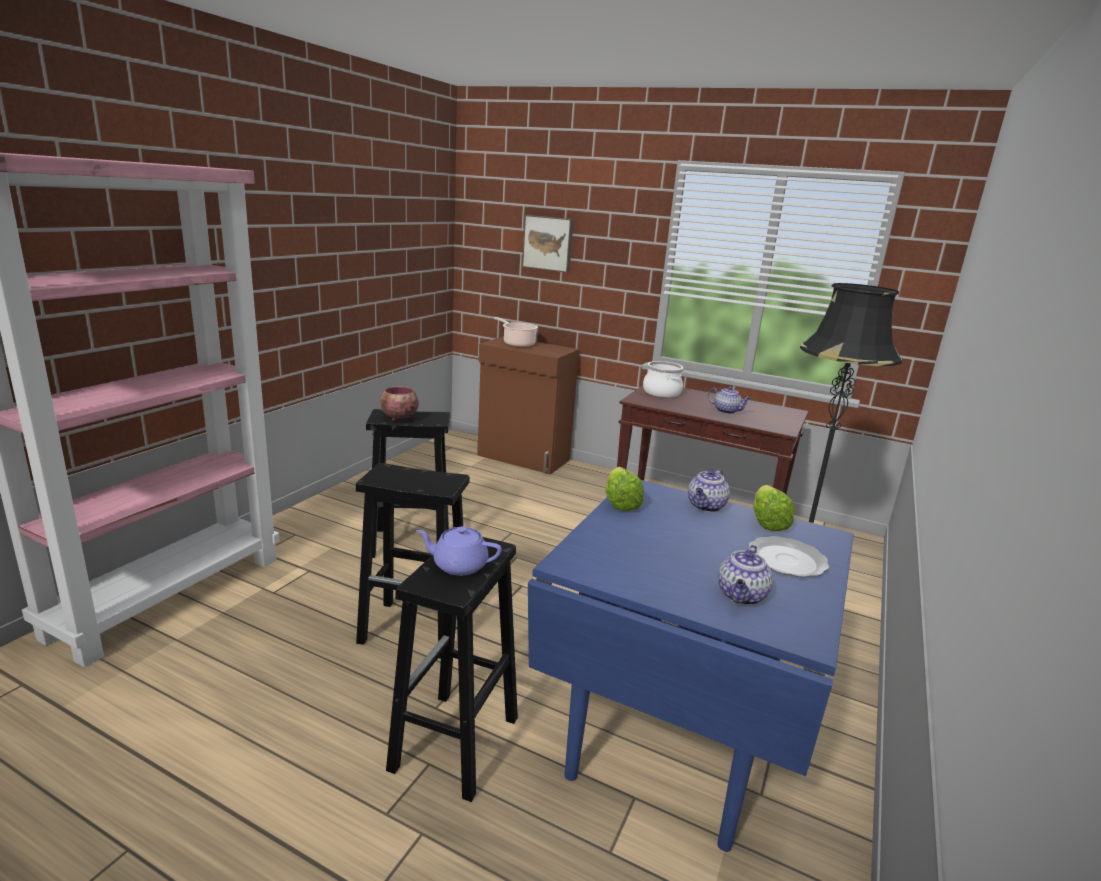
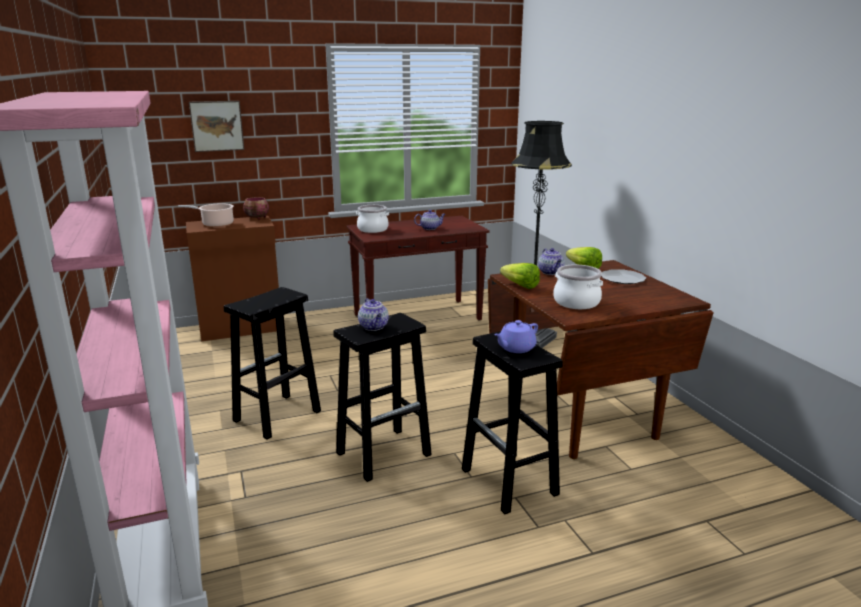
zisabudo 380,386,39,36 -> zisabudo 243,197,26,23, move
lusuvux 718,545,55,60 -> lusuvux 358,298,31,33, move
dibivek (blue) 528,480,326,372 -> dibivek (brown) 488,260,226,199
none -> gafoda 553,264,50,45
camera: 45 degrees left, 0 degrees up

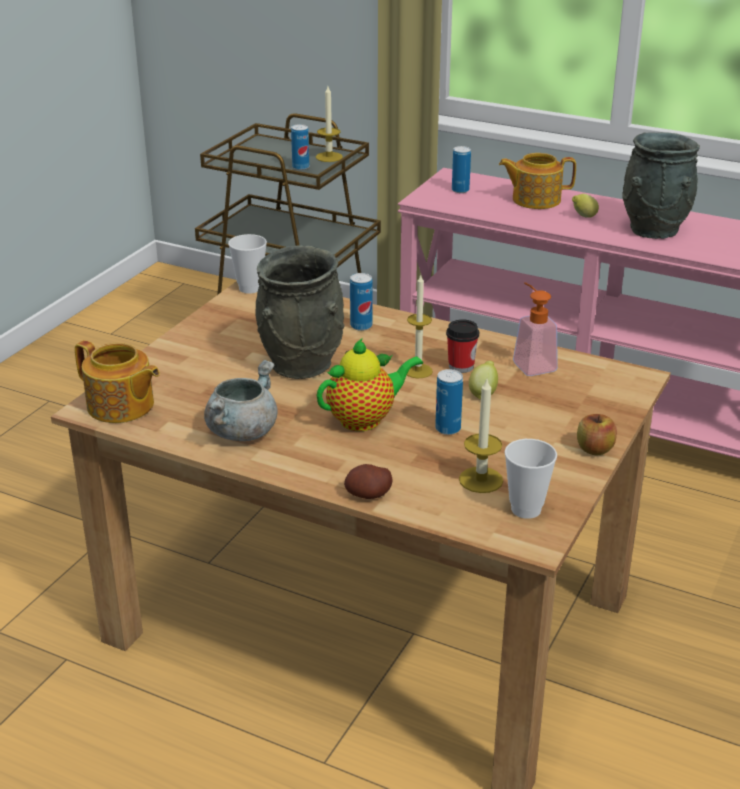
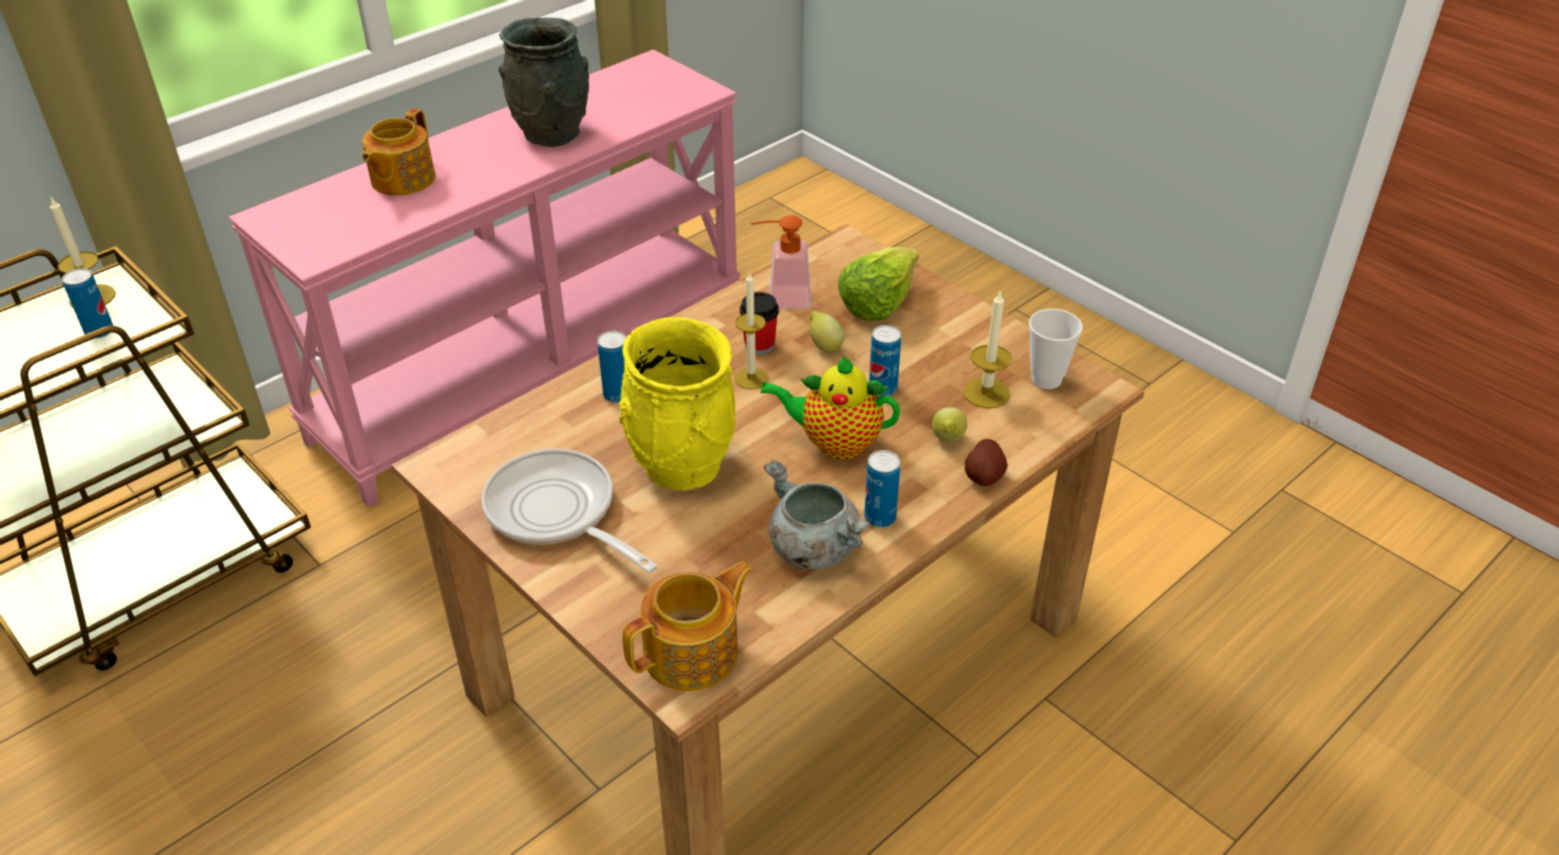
none -> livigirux 482,449,176,124
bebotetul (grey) 255,245,89,134 -> bebotetul (yellow) 619,317,117,174
lusuvux 317,338,106,93 -> lusuvux 761,355,139,104, 75 degrees counterclockwise
none -> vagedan 838,247,81,74
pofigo 452,146,19,47 -> pofigo 864,450,36,77, move
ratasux 572,194,27,24 -> ratasux 932,407,35,35, move
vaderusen 228,234,39,60 -> none
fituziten 577,414,40,41 -> none
camera: 70 degrees left, 10 degrees up

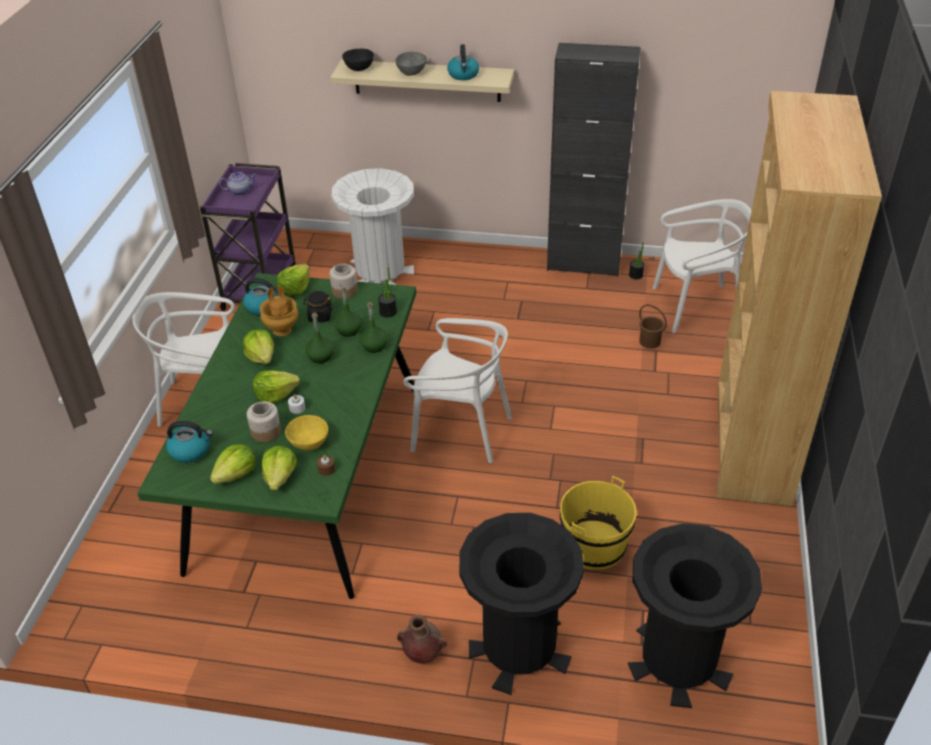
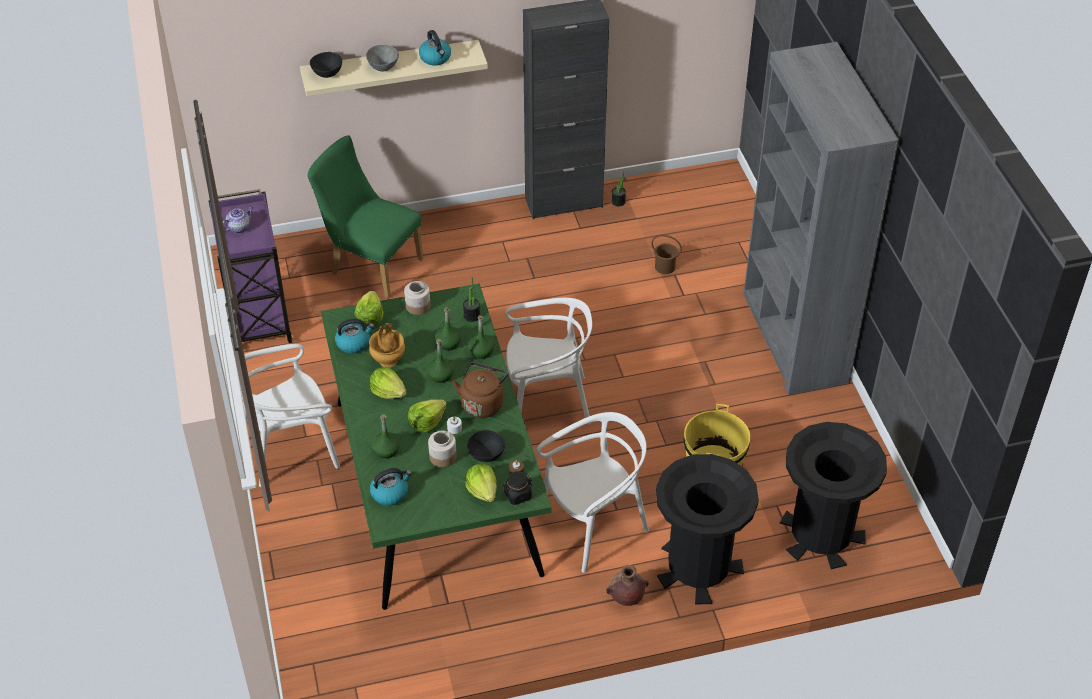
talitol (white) 332,168,82,117 -> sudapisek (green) 308,135,115,164
none -> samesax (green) 372,414,28,44
none -> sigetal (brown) 452,362,56,56
zisabudo (yellow) 285,415,43,35 -> zisabudo (black) 467,430,38,32
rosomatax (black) 303,291,30,31 -> rosomatax (black) 502,471,30,34, move
sudapisek (white) 653,199,99,134 -> sudapisek (white) 536,412,113,161, move
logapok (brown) 716,91,166,415 -> logapok (grey) 743,42,156,353
vagedan 210,444,46,40 -> none
camera: 25 degrees left, 5 degrees up

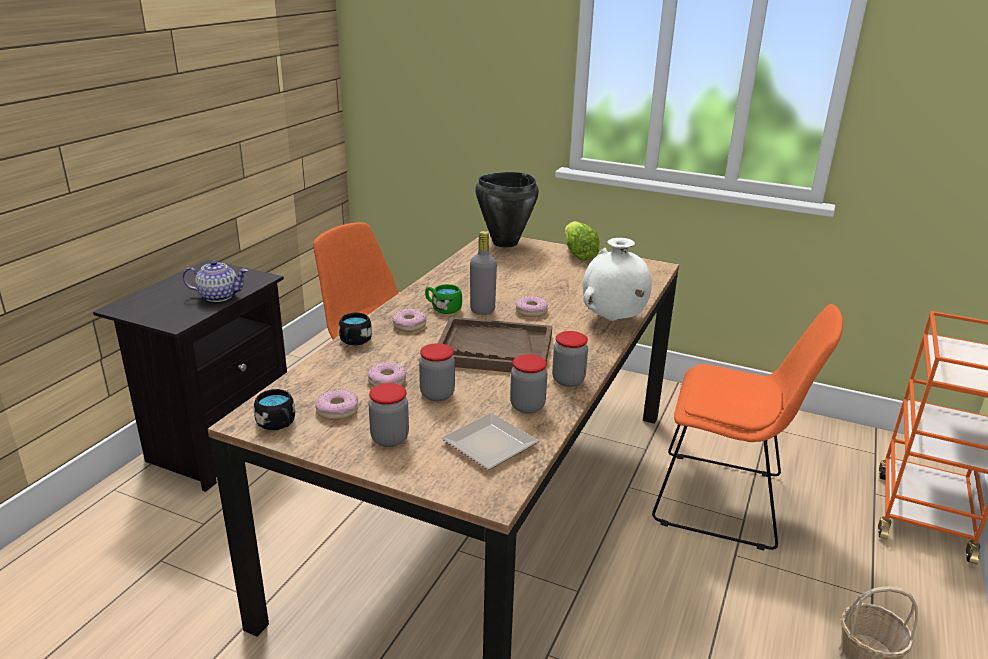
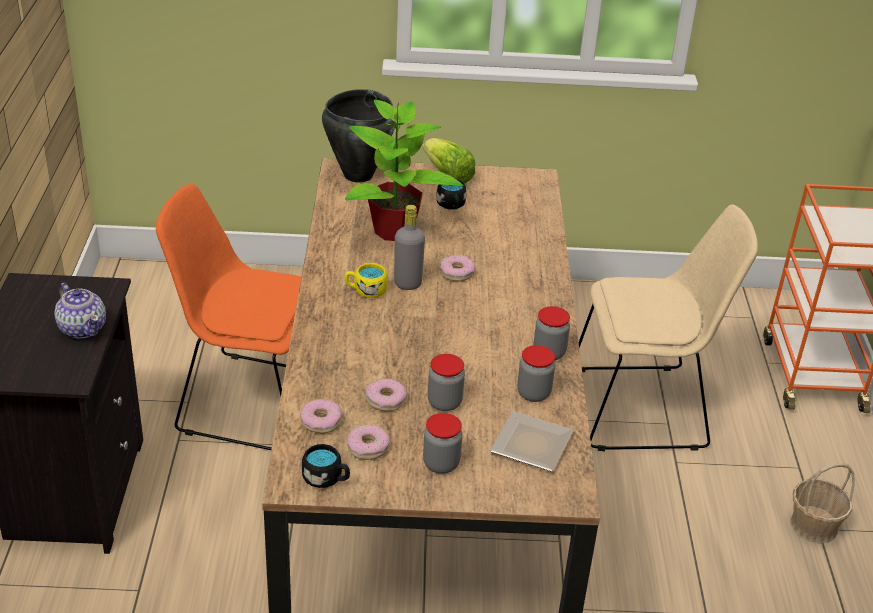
lusuvux 183,260,66,42 -> lusuvux 54,283,52,56, 75 degrees clockwise
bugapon 392,309,35,23 -> bugapon 300,399,42,34, move
none -> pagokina 345,100,119,141
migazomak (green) 425,284,37,30 -> migazomak (yellow) 345,263,43,35
migazomak (black) 339,313,33,32 -> migazomak (black) 437,179,29,31, move
sudapisek (orange) 652,304,191,246 -> sudapisek (beige) 579,205,179,246
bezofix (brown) 438,317,114,55 -> none
bebotetul (white) 583,238,69,83 -> none
camera: 25 degrees left, 10 degrees up

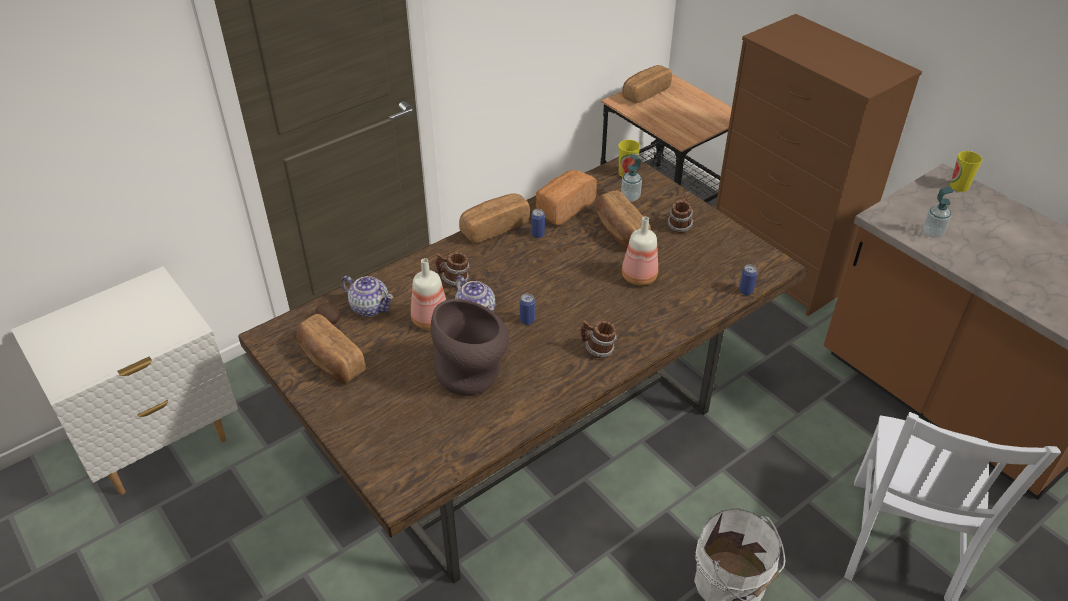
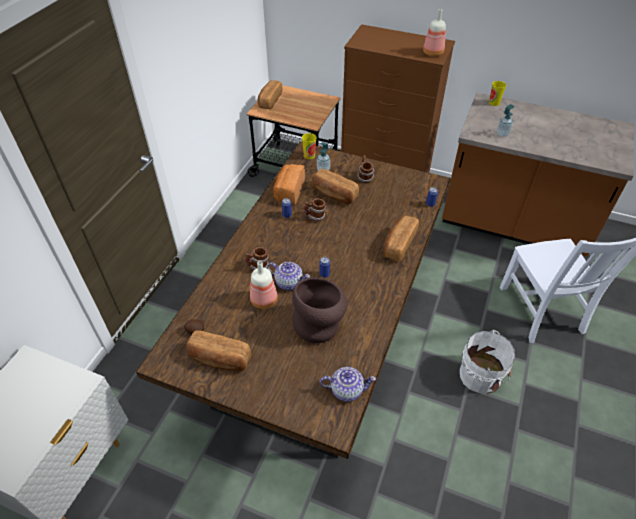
migazomak 581,320,36,39 -> migazomak 304,198,22,24, move
lusuvux 341,276,53,41 -> lusuvux 320,367,56,35, move
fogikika 459,194,71,49 -> fogikika 383,216,36,46, move
samesax 622,216,36,69 -> samesax 423,9,23,48, move
camera: 30 degrees left, 5 degrees up

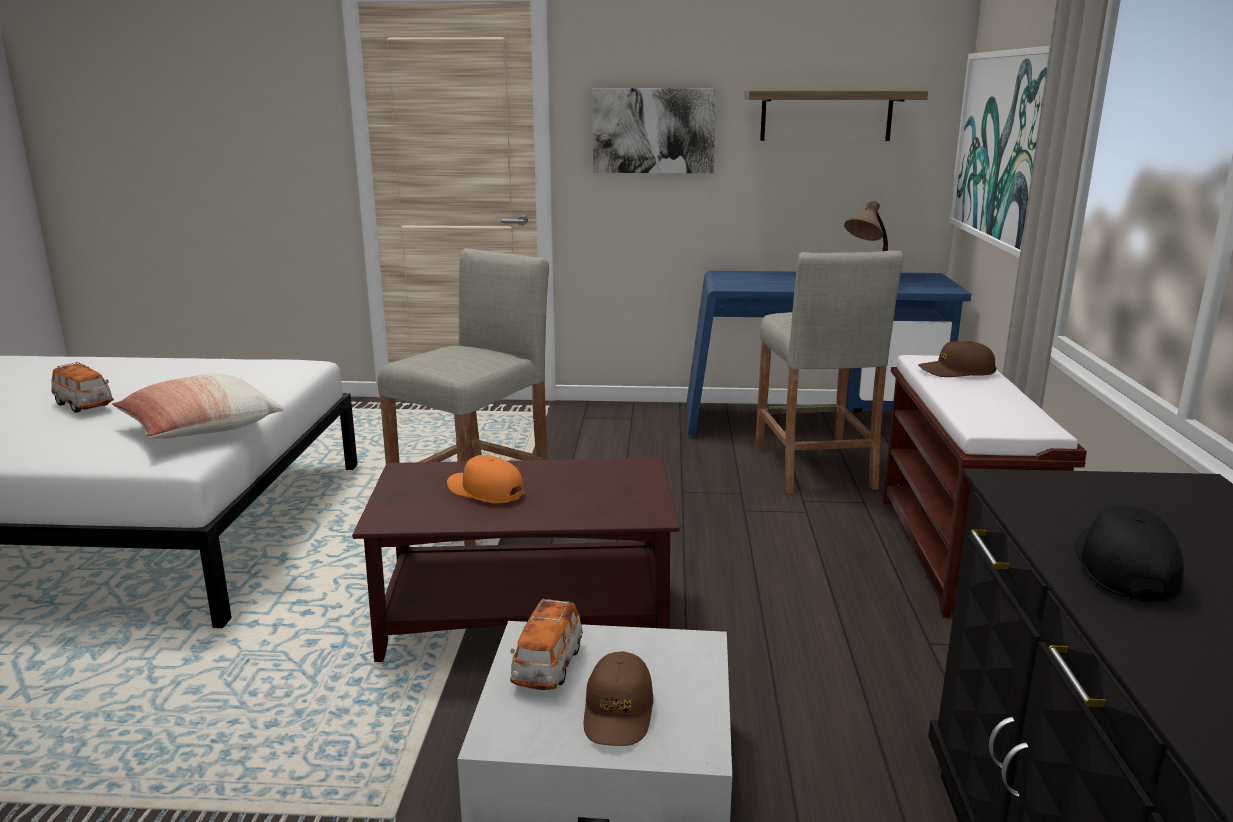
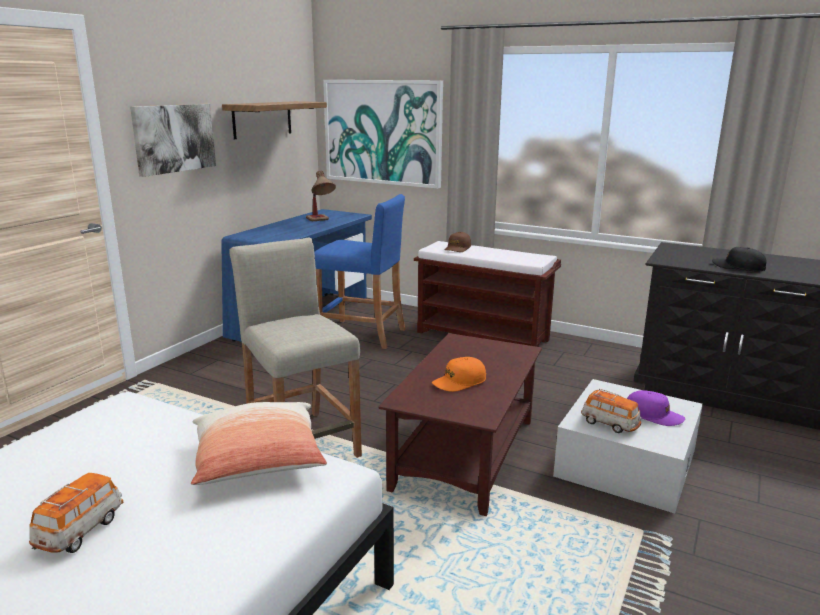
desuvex 51,362,62,51 -> desuvex 29,473,95,80, 45 degrees counterclockwise
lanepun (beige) 755,251,149,242 -> lanepun (blue) 314,194,92,155
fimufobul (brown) 584,651,69,95 -> fimufobul (purple) 627,390,58,36
camera: 65 degrees left, 0 degrees up

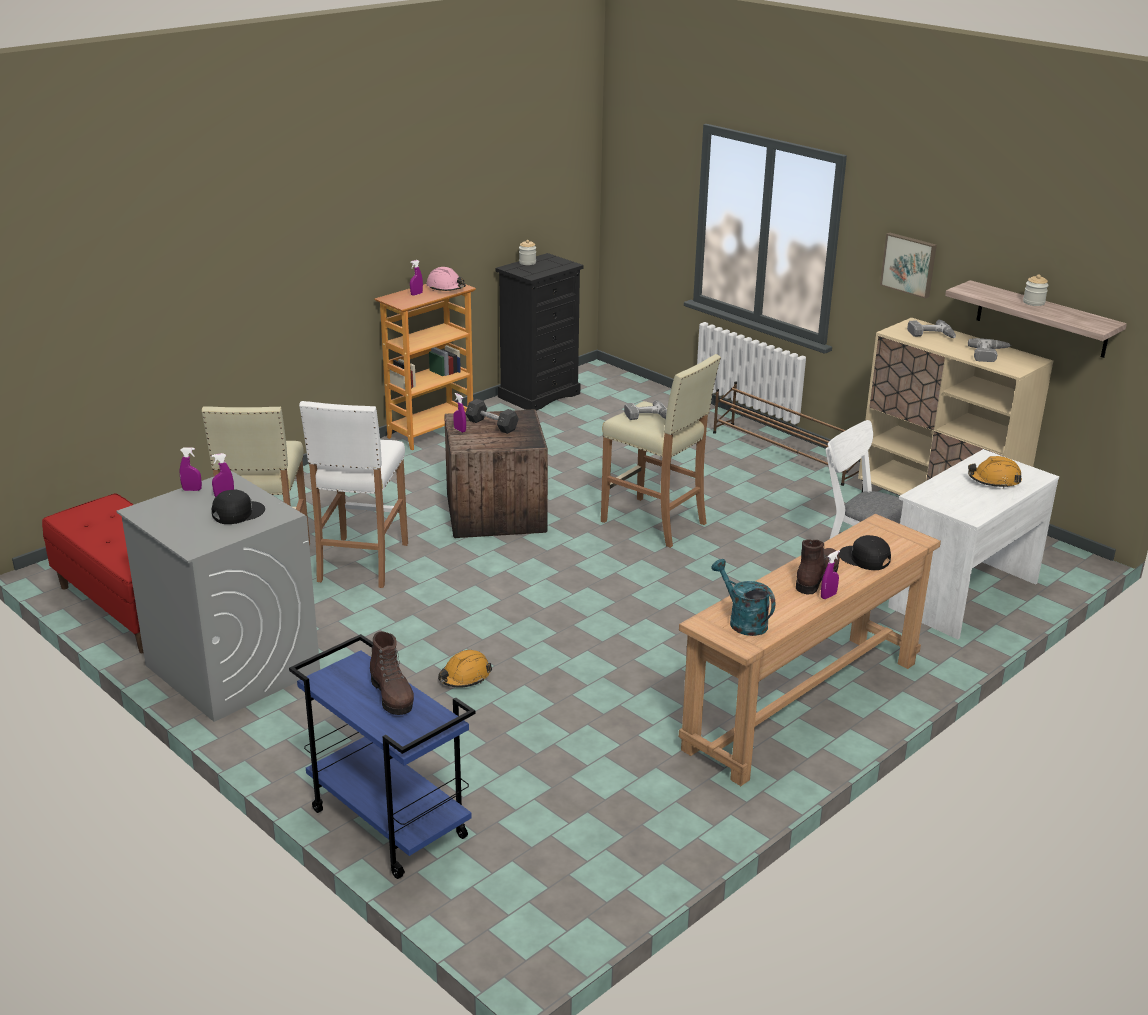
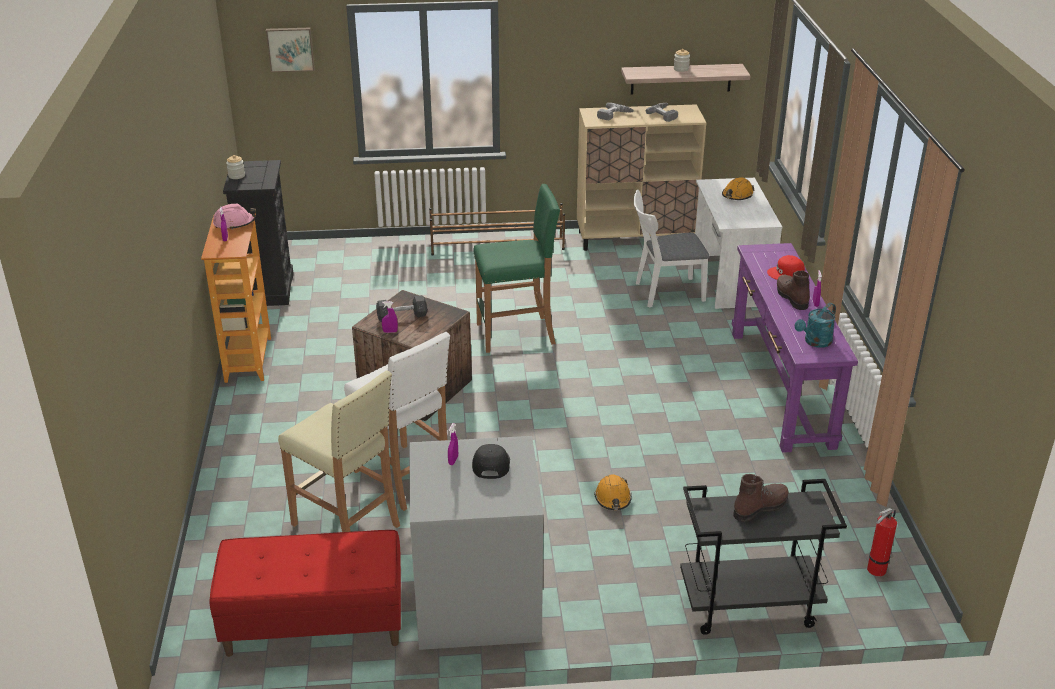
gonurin 880,233,57,66 -> gonurin 266,28,49,44, move
lanepun (beige) 601,354,120,194 -> lanepun (green) 473,184,87,169
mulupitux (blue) 289,634,186,245 -> mulupitux (black) 680,479,167,156
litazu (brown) 679,514,262,272 -> litazu (purple) 732,243,126,210
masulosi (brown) 370,631,44,84 -> masulosi (brown) 733,474,56,48, 45 degrees counterclockwise
fimufobul (black) 838,535,53,35 -> fimufobul (red) 767,255,38,25
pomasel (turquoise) 711,559,65,77 -> pomasel (turquoise) 795,303,41,45, 45 degrees counterclockwise
none -> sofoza 867,508,30,68
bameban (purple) 180,447,22,44 -> none
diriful 624,400,43,20 -> none
camera: 50 degrees left, 5 degrees up

